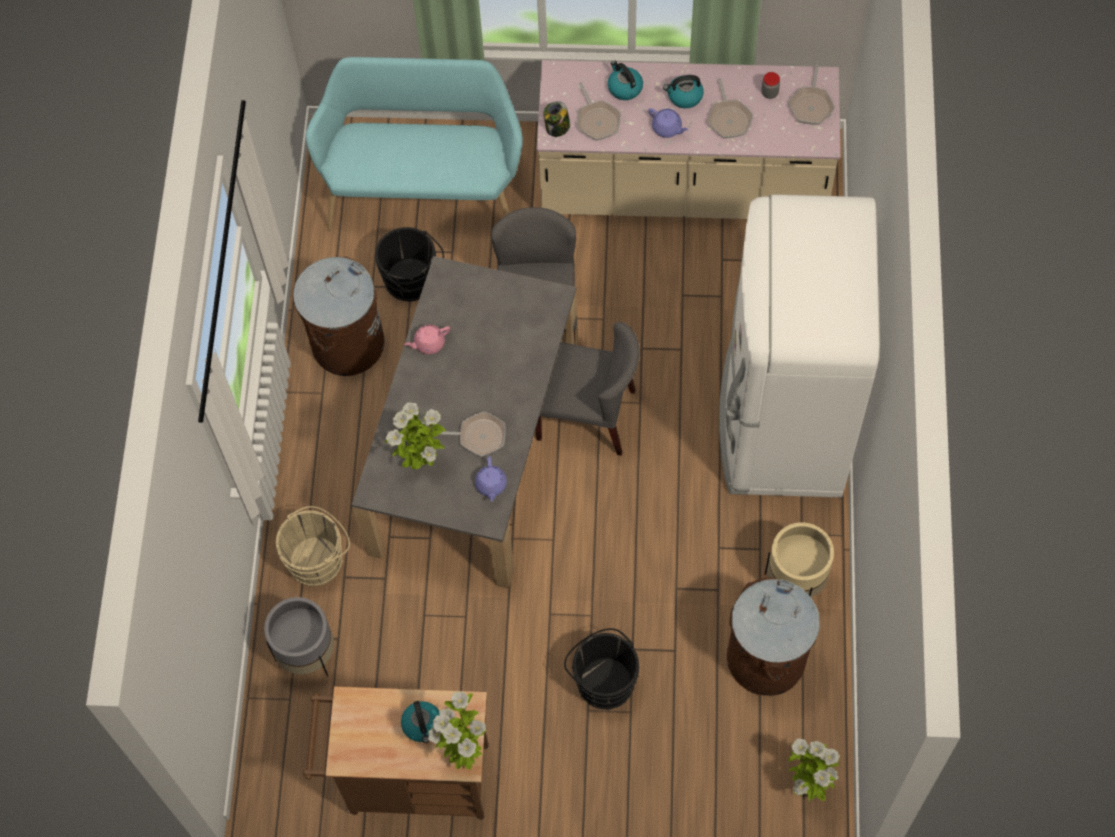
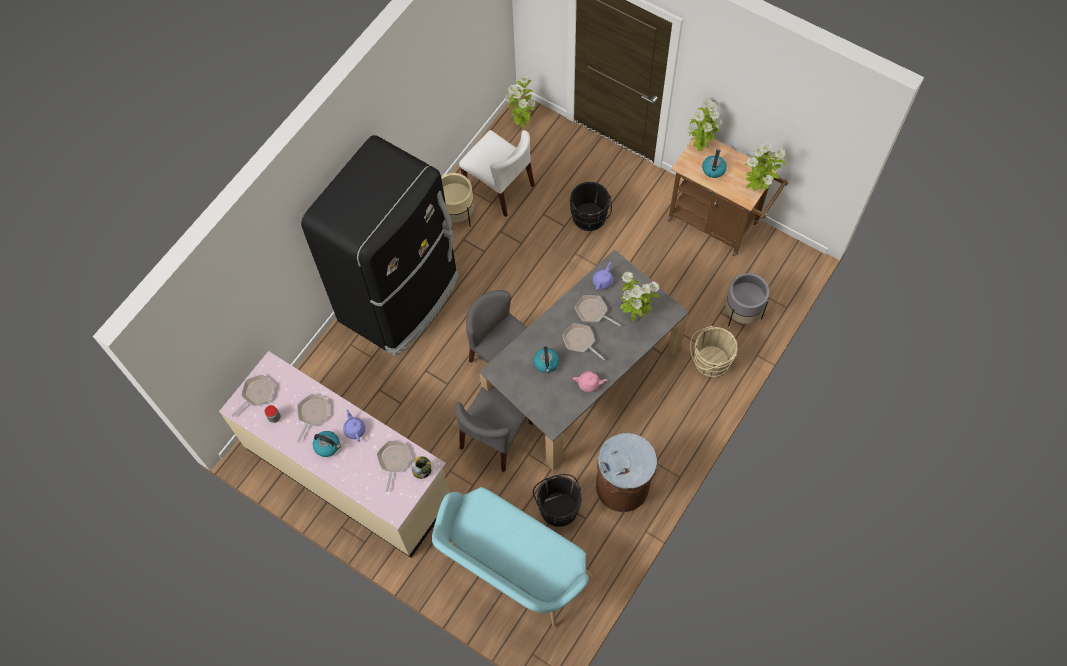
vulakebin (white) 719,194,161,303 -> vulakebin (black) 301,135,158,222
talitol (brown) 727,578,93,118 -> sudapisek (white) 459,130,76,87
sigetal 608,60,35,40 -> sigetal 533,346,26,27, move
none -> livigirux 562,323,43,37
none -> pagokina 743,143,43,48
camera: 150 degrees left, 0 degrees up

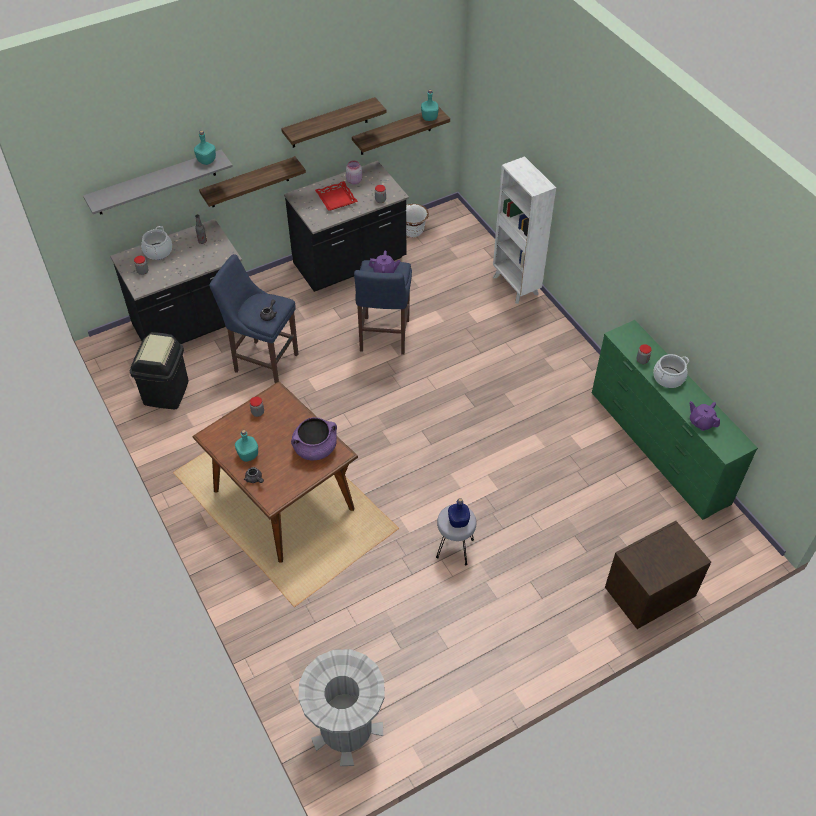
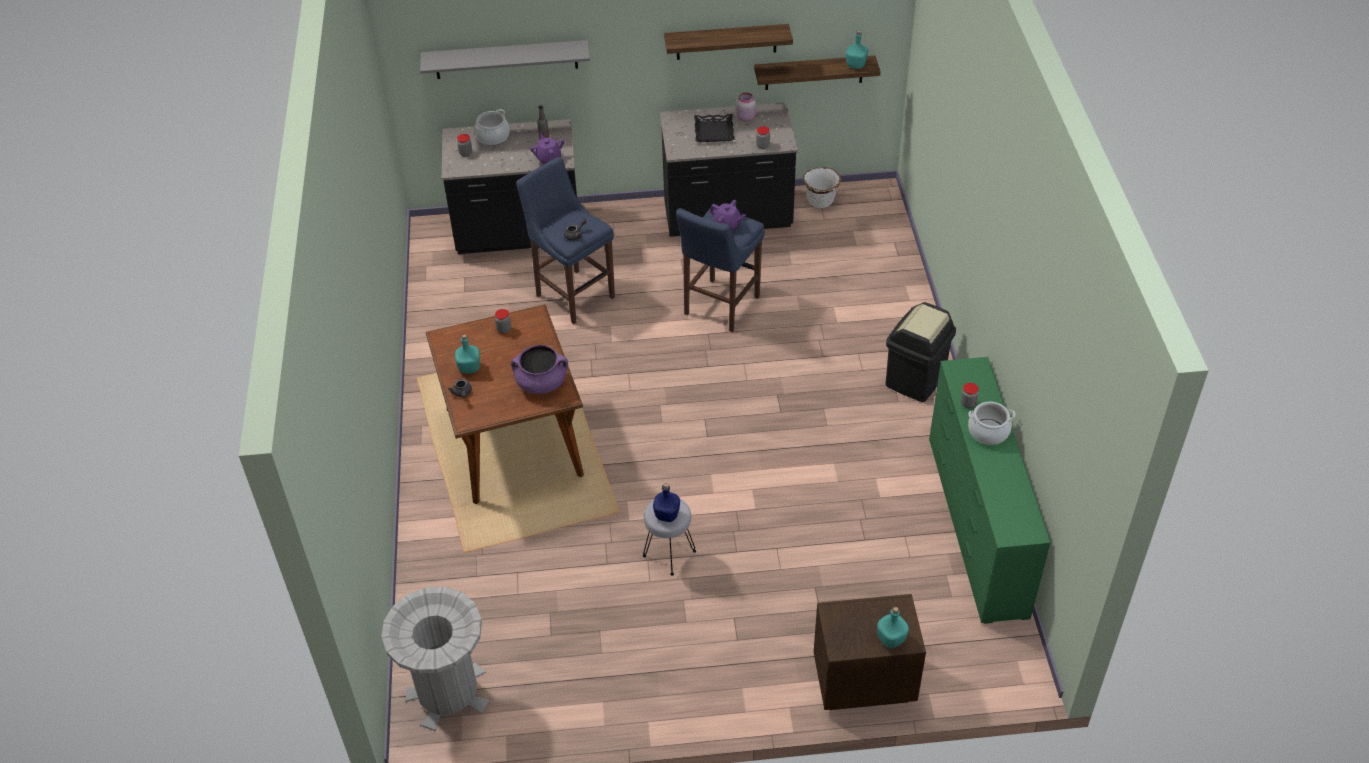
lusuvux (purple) 689,401,31,30 -> lusuvux (purple) 530,133,34,32, move
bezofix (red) 315,181,43,30 -> bezofix (black) 694,114,41,28
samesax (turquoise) 194,131,22,34 -> samesax (turquoise) 877,607,32,41, move
talitol (black) 130,332,59,77 -> talitol (black) 886,302,70,100, move
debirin 199,156,107,51 -> none
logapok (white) 493,156,63,148 -> none
camera: 25 degrees right, 5 degrees down

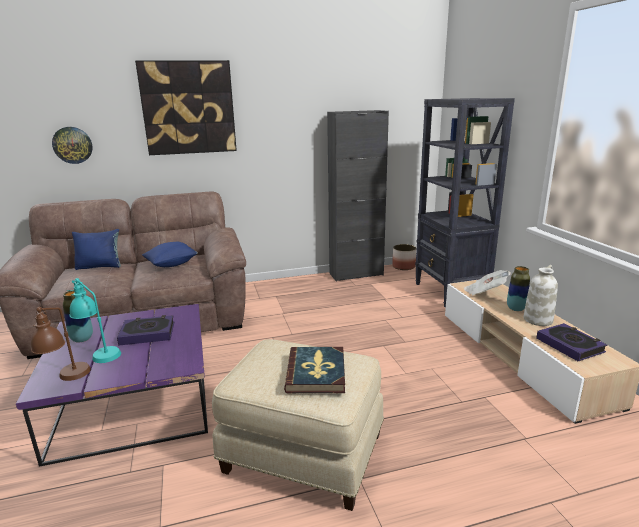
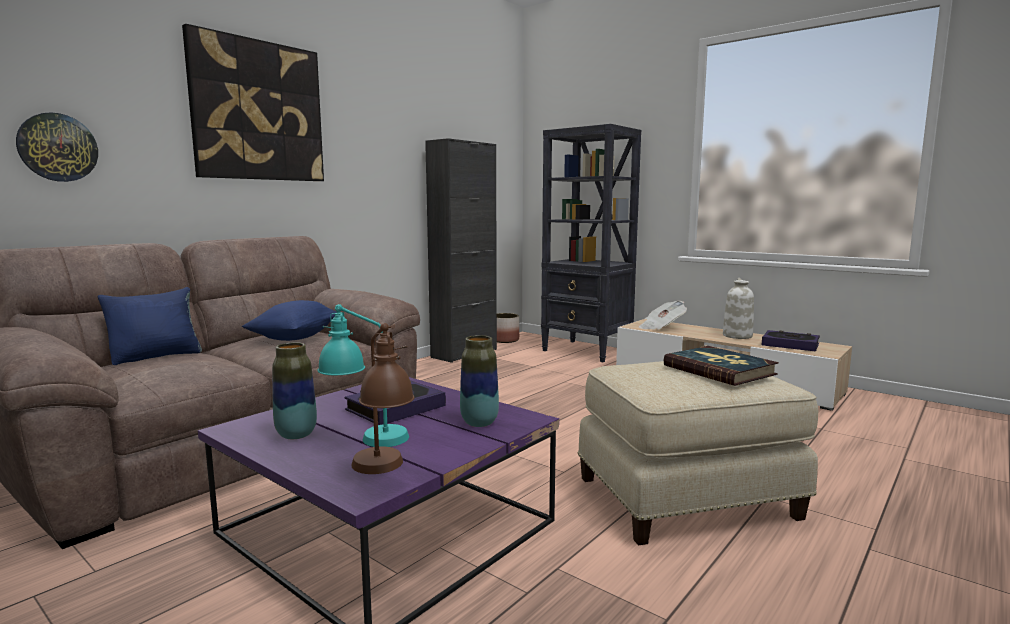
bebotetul 507,266,23,45 -> bebotetul 460,335,39,92, move
camera: 35 degrees left, 10 degrees down

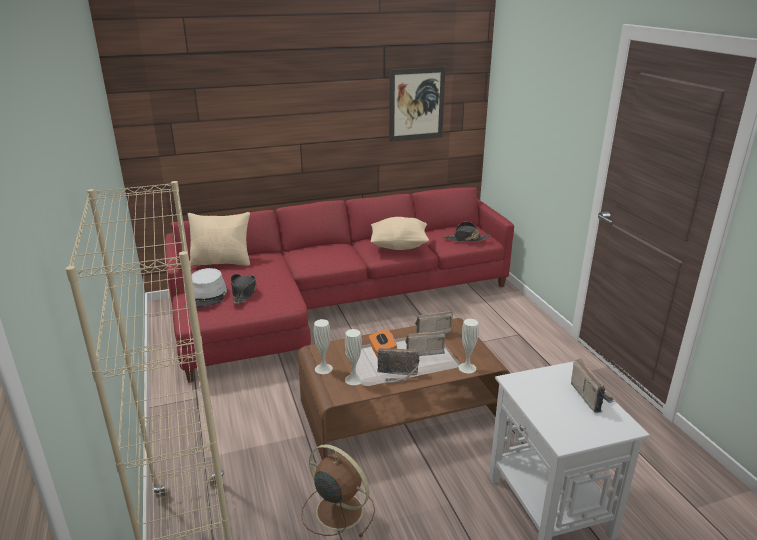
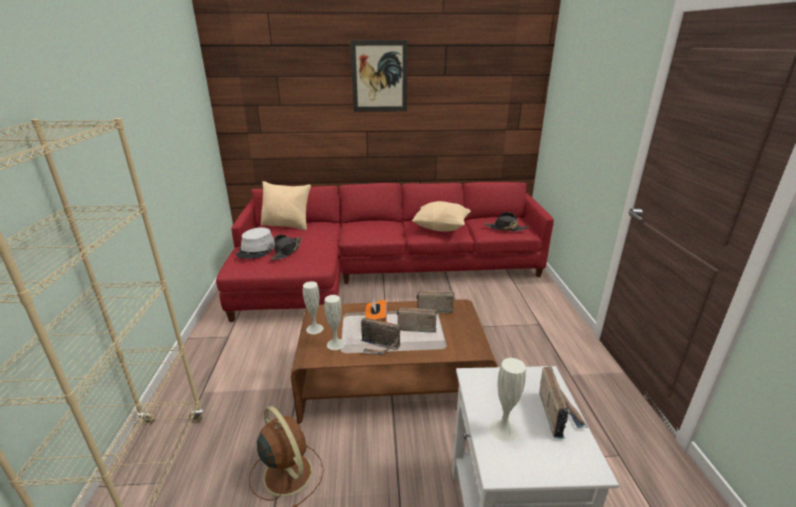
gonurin 389,67,57,75 -> gonurin 350,40,58,72, move
bebotetul (white) 458,319,21,54 -> bebotetul (white) 490,358,36,83, move
camera: 15 degrees right, 0 degrees up

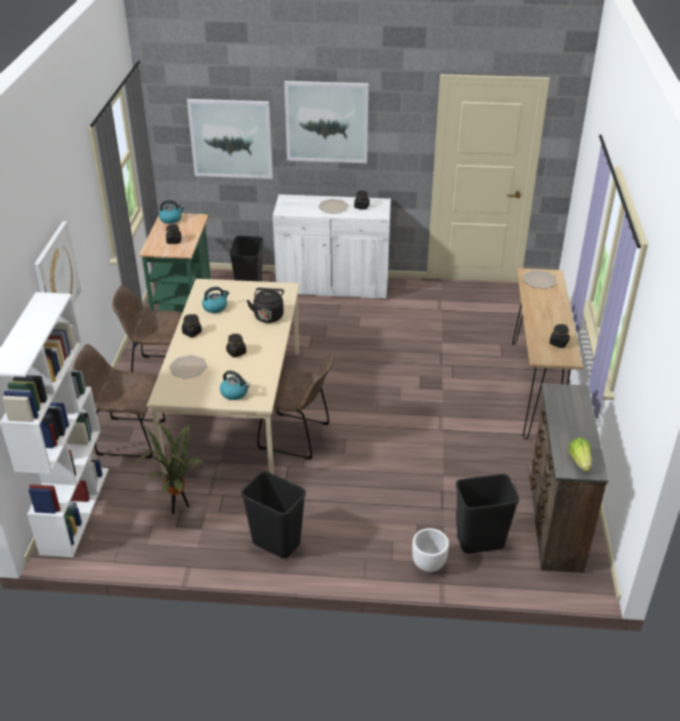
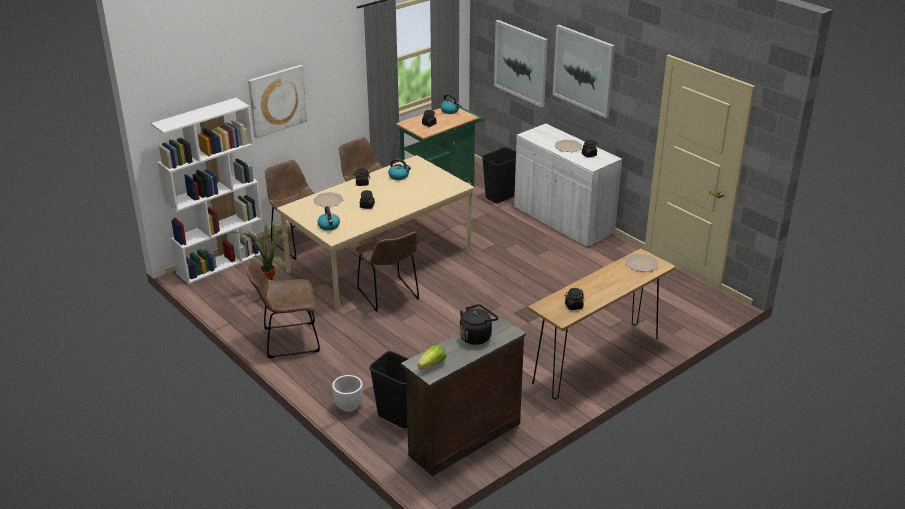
talitol (black) 241,471,65,88 -> sudapisek (brown) 247,259,73,99
sigetal (black) 247,288,37,35 -> sigetal (black) 460,304,38,41, move
camera: 45 degrees right, 5 degrees down

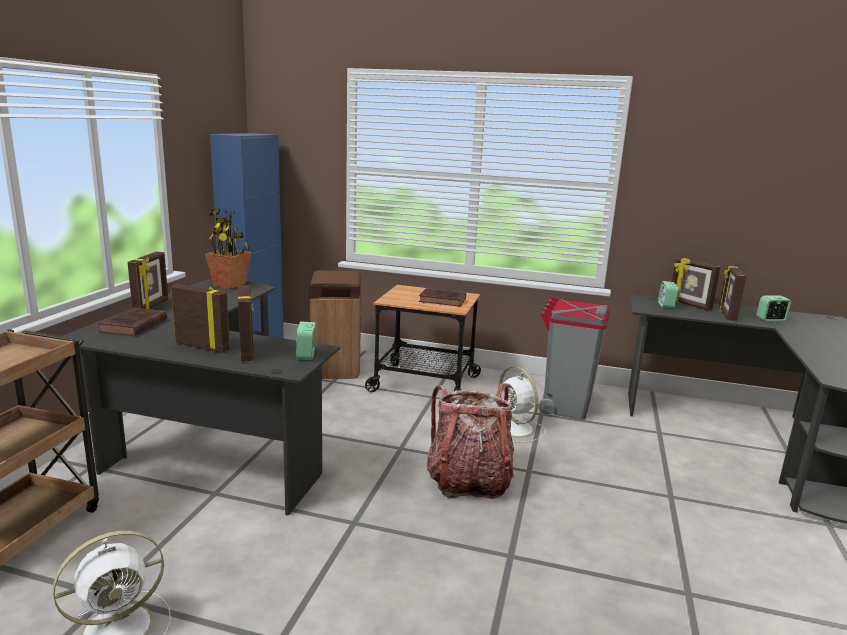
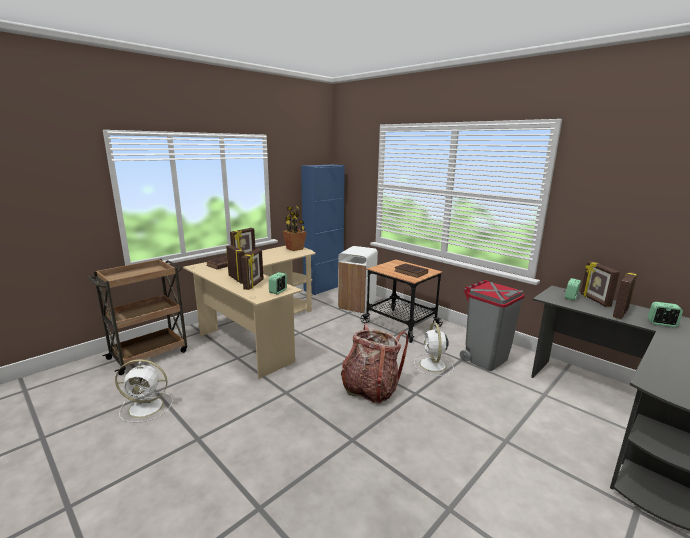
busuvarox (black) 63,279,277,237 -> busuvarox (beige) 183,246,133,133
talitol (brown) 309,270,52,109 -> talitol (white) 338,246,40,67
camera: 30 degrees right, 0 degrees up

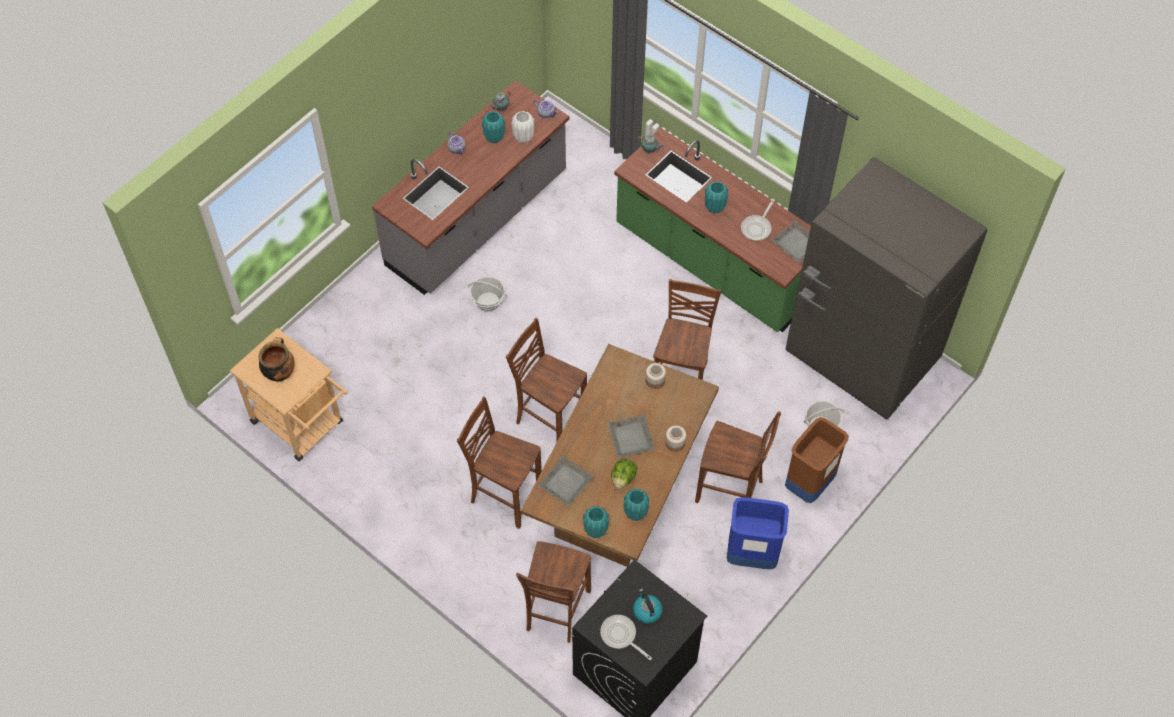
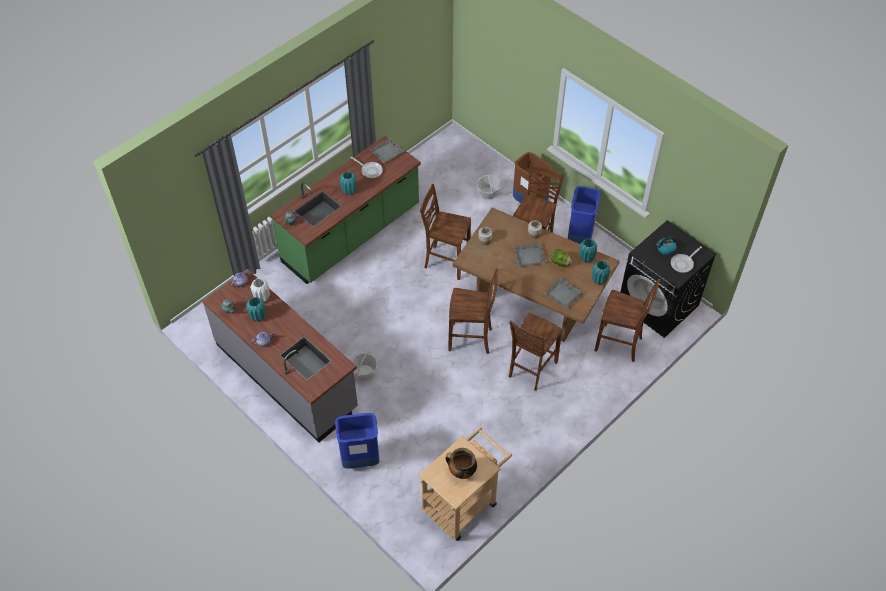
none -> talitol (blue) 335,413,45,56
sudapisek (brown) 506,318,81,123 -> sudapisek (brown) 448,269,50,85, 120 degrees counterclockwise
vulakebin (grey) 786,157,202,263 -> none
camera: 85 degrees left, 5 degrees down

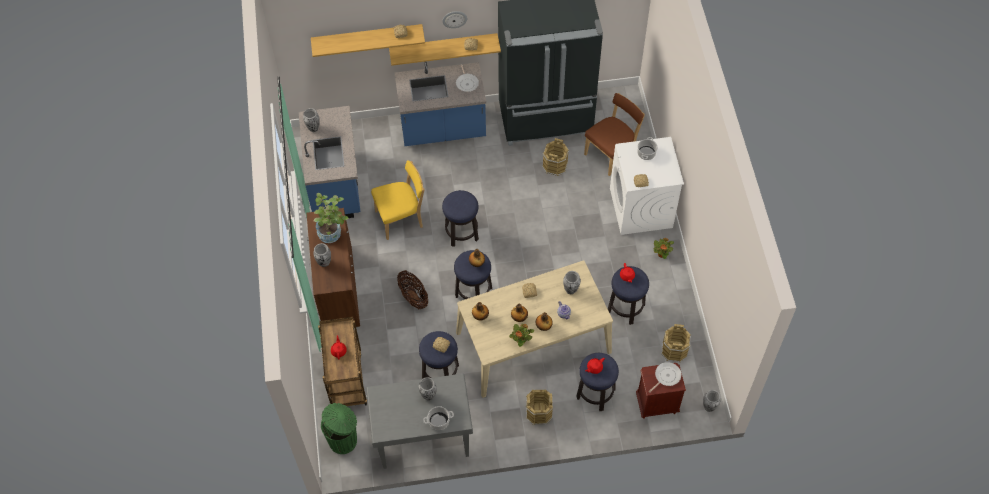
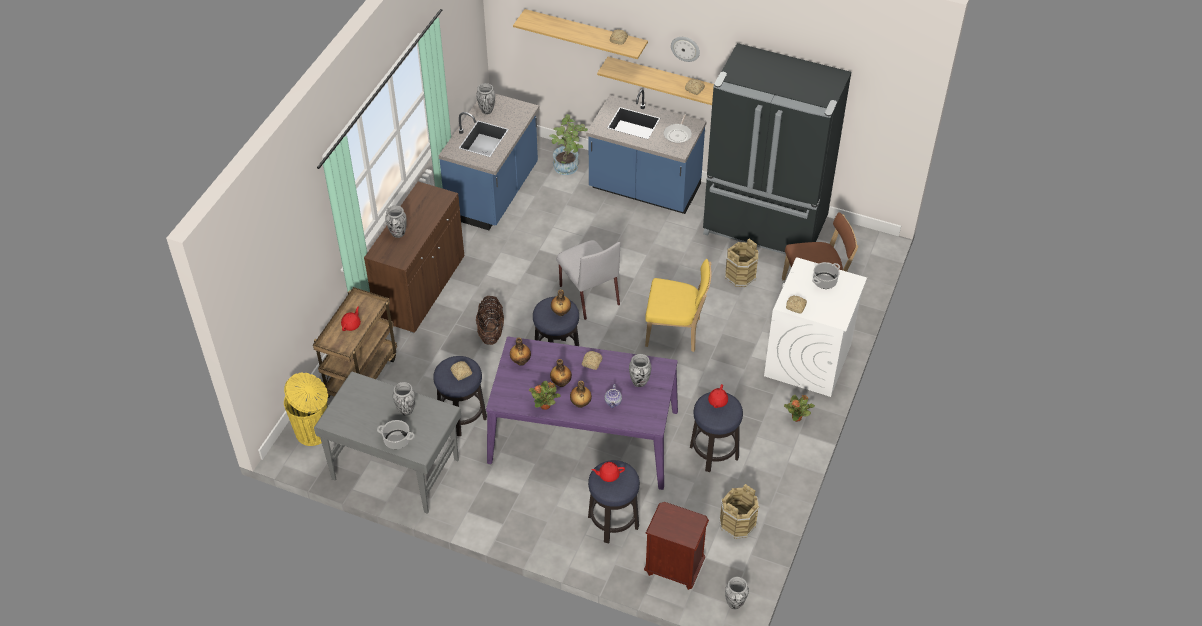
talitol (green) 321,403,36,51 -> talitol (yellow) 284,372,44,74
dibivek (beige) 456,260,157,138 -> dibivek (purple) 486,337,192,153
pagokina 314,193,34,50 -> pagokina 549,114,39,61, move
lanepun 442,190,37,57 -> sudapisek (grey) 556,240,65,80
sudapisek (yellow) 371,160,53,80 -> sudapisek (yellow) 645,259,66,93, move
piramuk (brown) 526,389,27,36 -> none
livigirux 649,362,32,30 -> none
camera: 30 degrees right, 10 degrees down

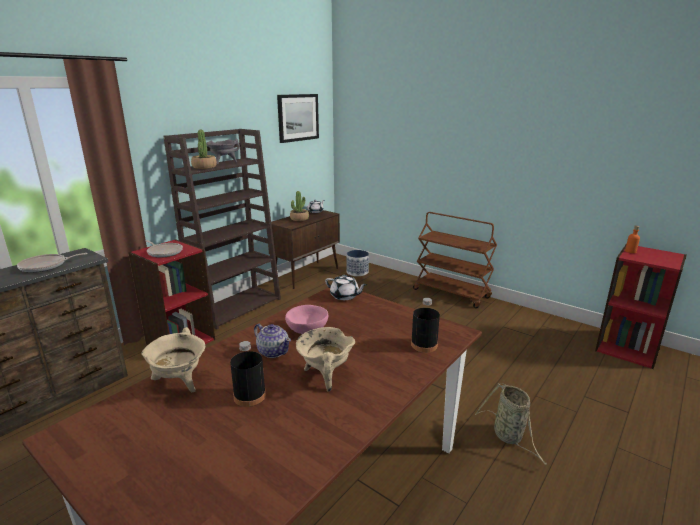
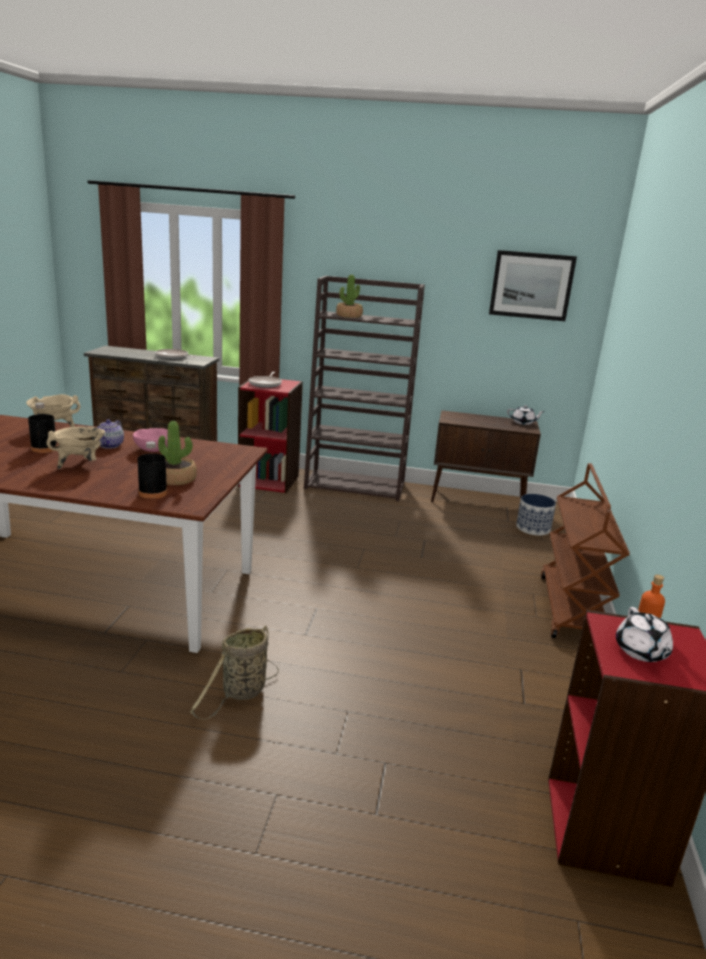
pagokina 290,191,19,30 -> pagokina 158,421,39,64, move
lusuvux (white) 325,275,42,25 -> lusuvux (white) 616,607,57,55, move
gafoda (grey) 206,139,34,25 -> none
camera: 60 degrees right, 0 degrees up

